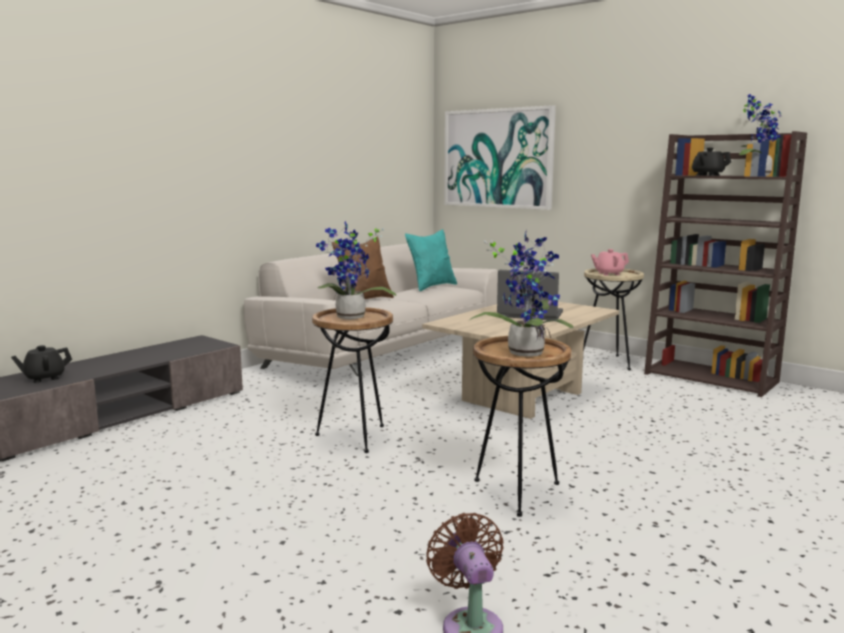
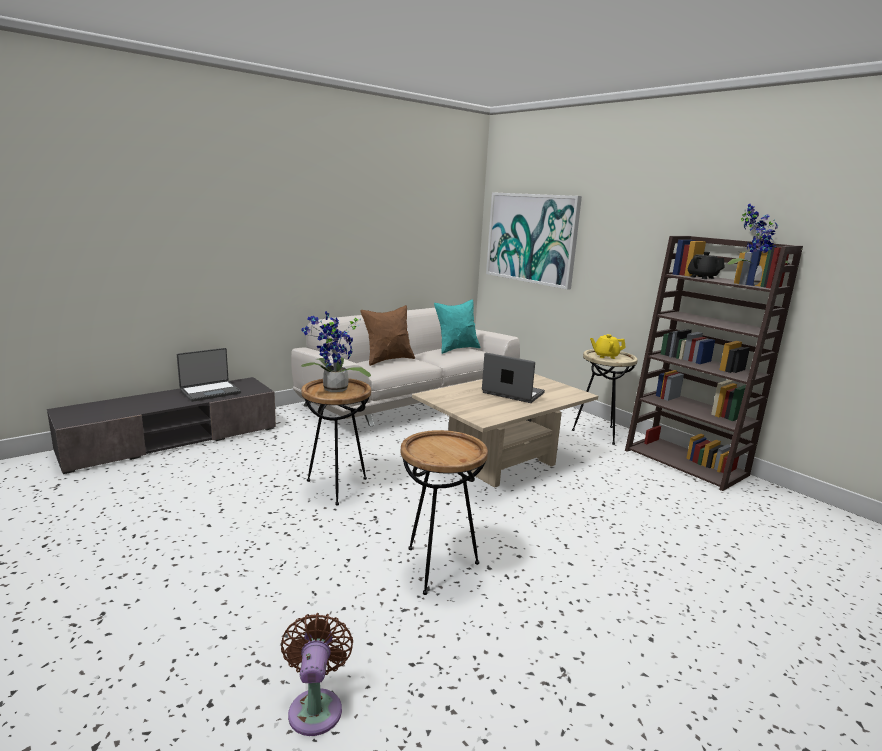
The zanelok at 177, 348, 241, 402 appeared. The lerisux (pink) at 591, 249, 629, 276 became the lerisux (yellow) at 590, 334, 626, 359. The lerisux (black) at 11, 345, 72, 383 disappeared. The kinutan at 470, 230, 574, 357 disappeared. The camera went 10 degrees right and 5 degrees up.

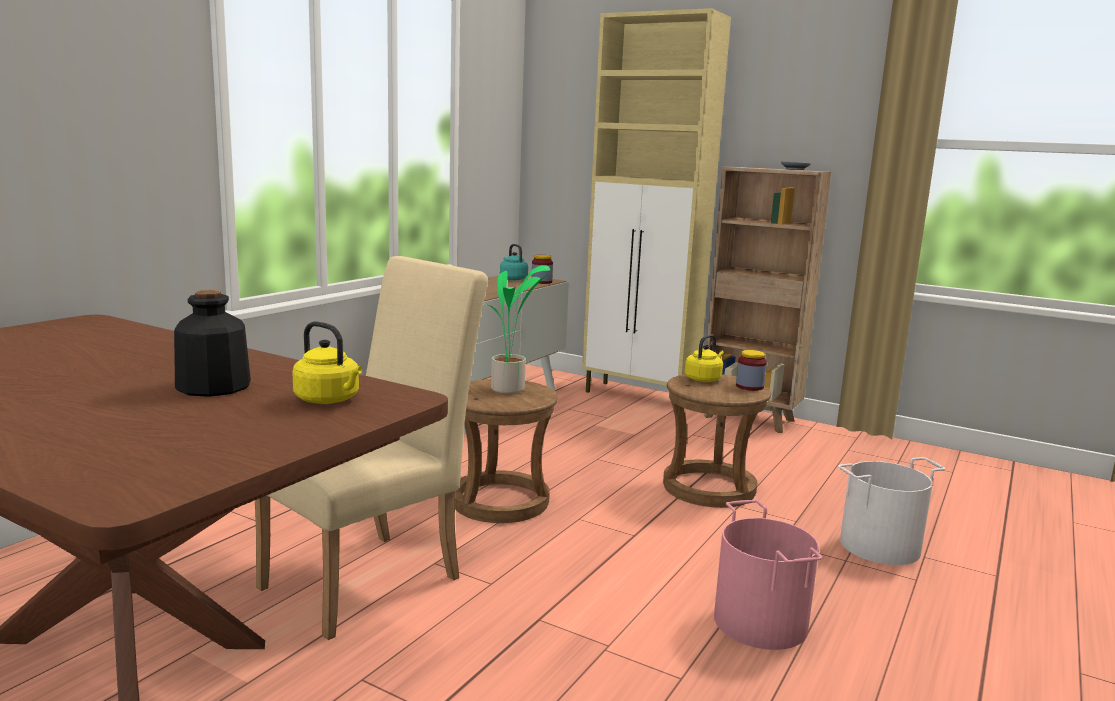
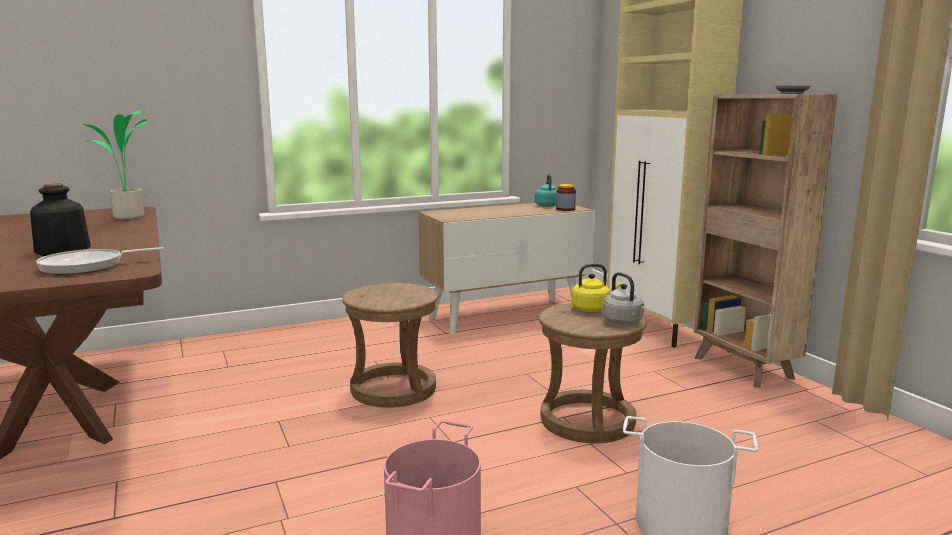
The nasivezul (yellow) at 293, 321, 362, 404 was replaced by the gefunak at 36, 247, 164, 275. The kinutan moved from 483, 265, 550, 394 to 79, 110, 147, 219. The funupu at 736, 350, 767, 391 was replaced by the nasivezul (grey) at 602, 272, 644, 325. The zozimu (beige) at 255, 256, 488, 640 disappeared. The camera went 35 degrees right and 0 degrees up.

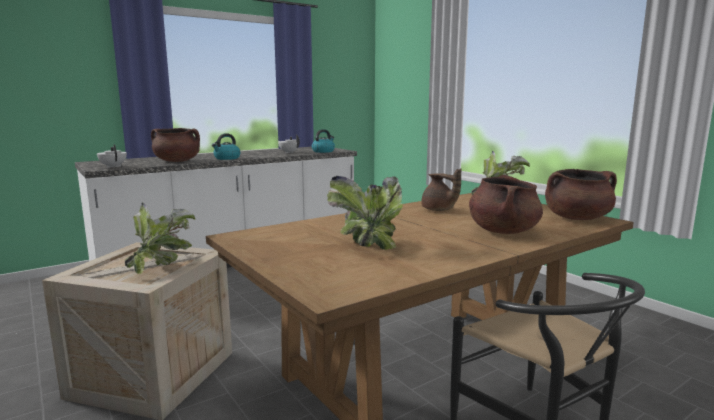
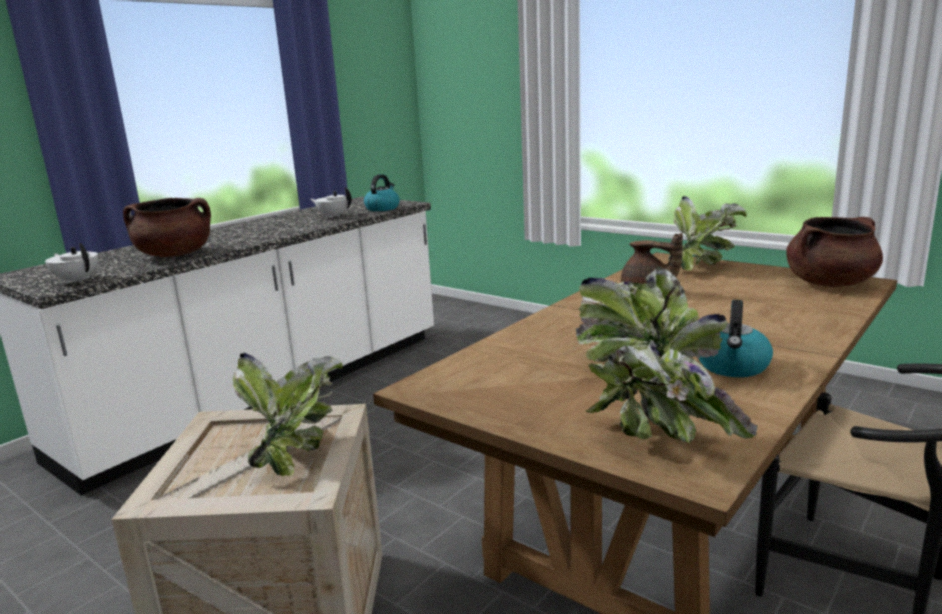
The kinutan at 585, 313, 758, 443 appeared. The nasivezul moved from 212, 133, 240, 160 to 698, 300, 773, 377. The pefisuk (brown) at 469, 175, 543, 234 disappeared. The camera went 15 degrees left and 5 degrees up.

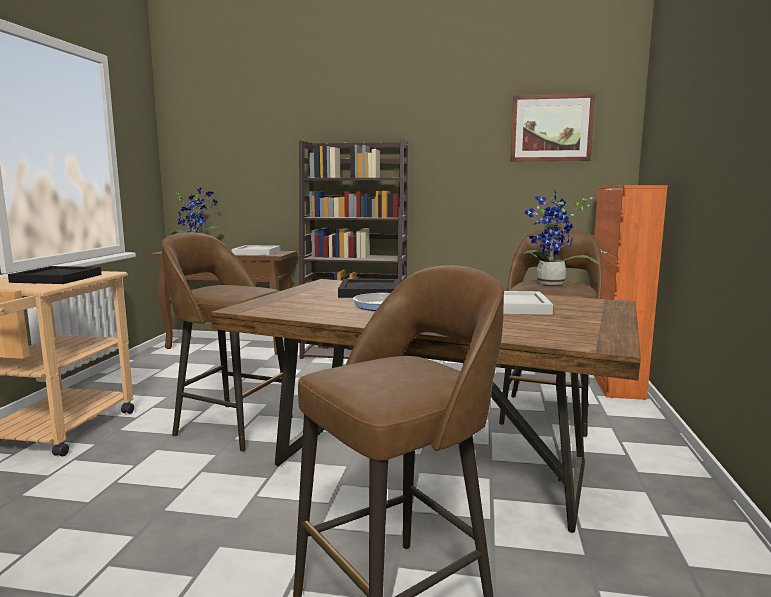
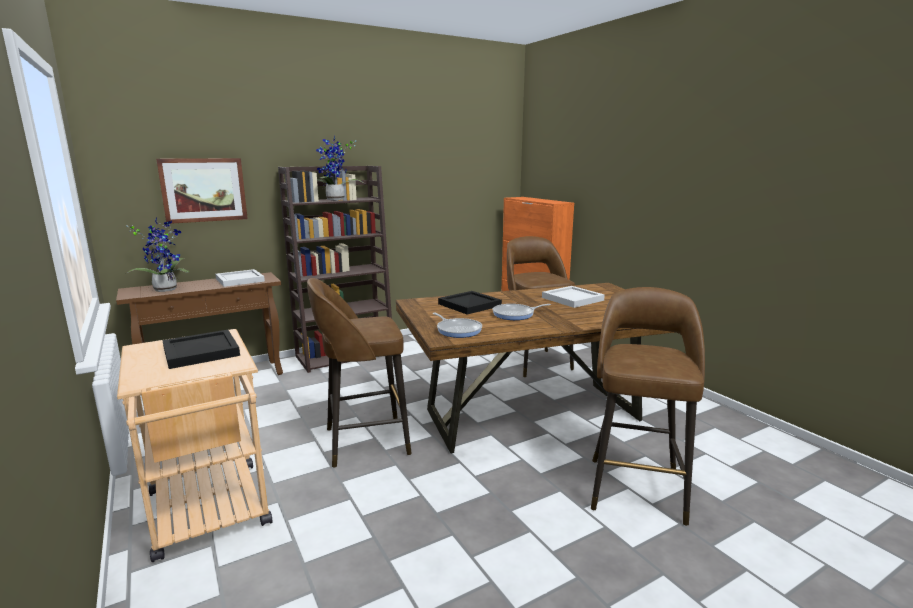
The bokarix moved from 510, 93, 596, 162 to 156, 158, 248, 224. The kinutan moved from 521, 191, 600, 285 to 316, 136, 362, 200. The gefunak at 433, 312, 482, 338 appeared. The camera went 40 degrees left and 5 degrees up.

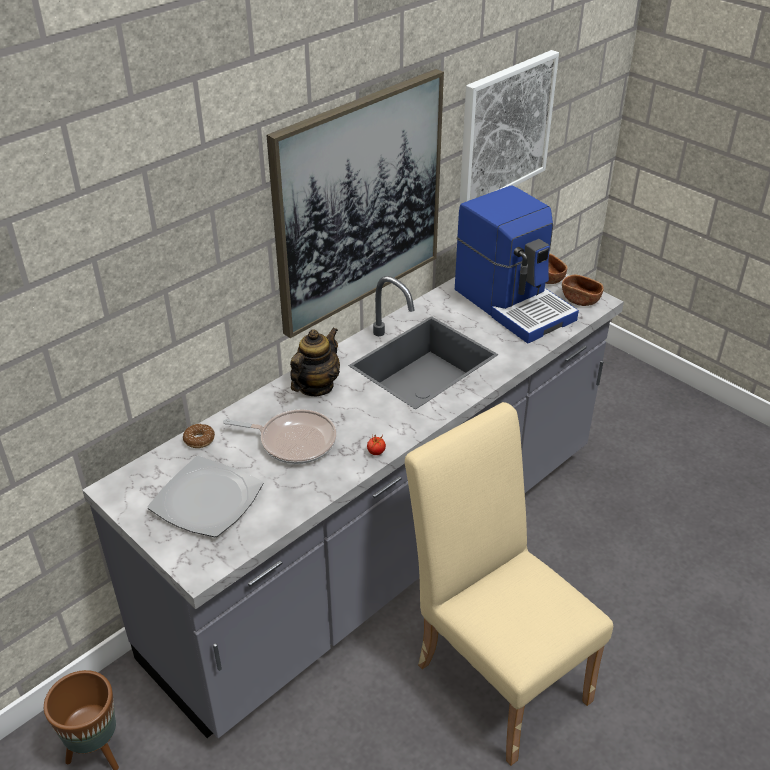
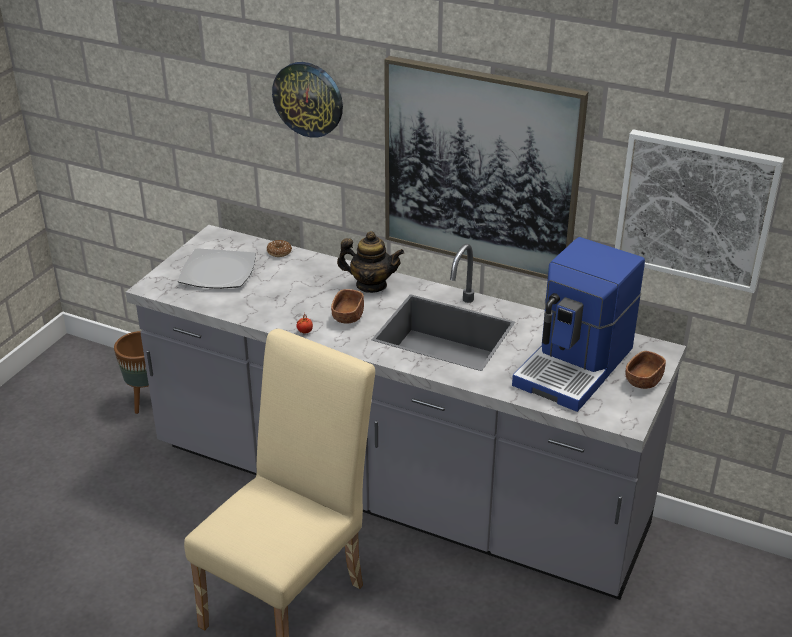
The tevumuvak at 272, 62, 343, 138 appeared. The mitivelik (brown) moved from 562, 275, 604, 306 to 331, 289, 364, 323. The gefunak at 223, 409, 336, 464 disappeared. The camera went 70 degrees right and 5 degrees down.

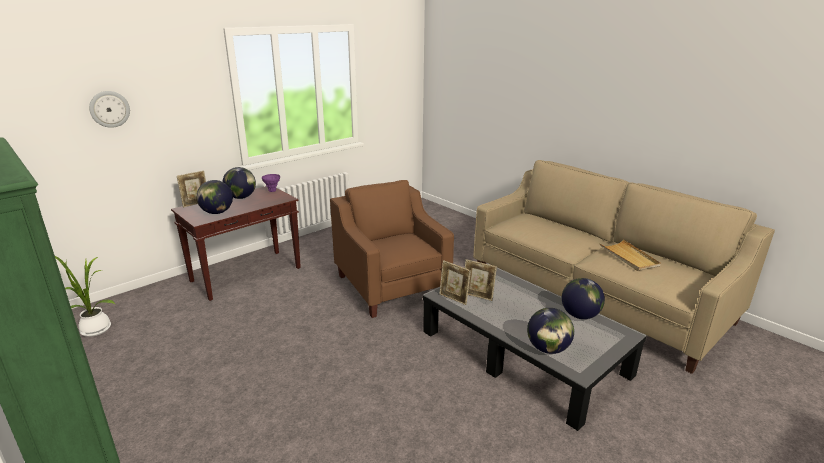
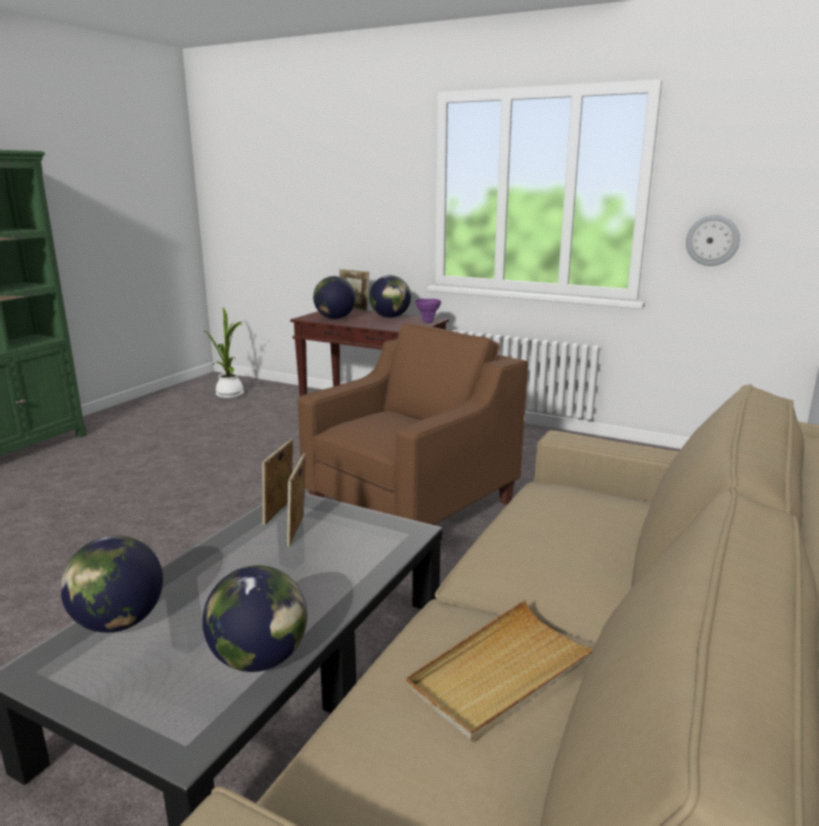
The tevumuvak moved from 89, 91, 130, 128 to 686, 215, 740, 266. The camera went 70 degrees right and 5 degrees down.

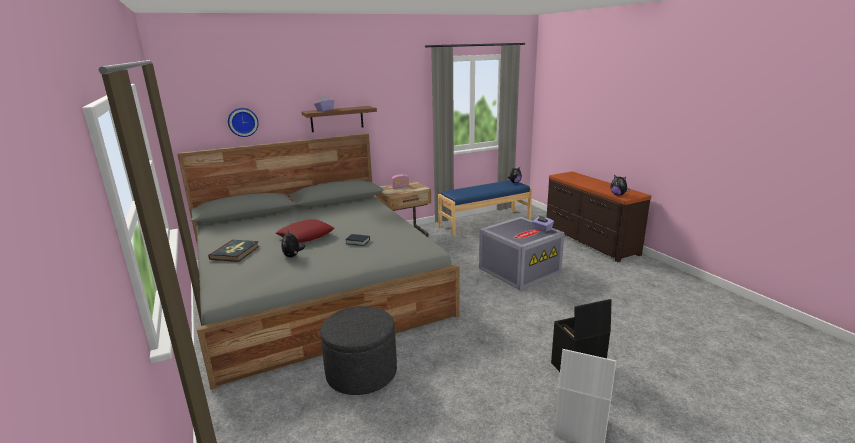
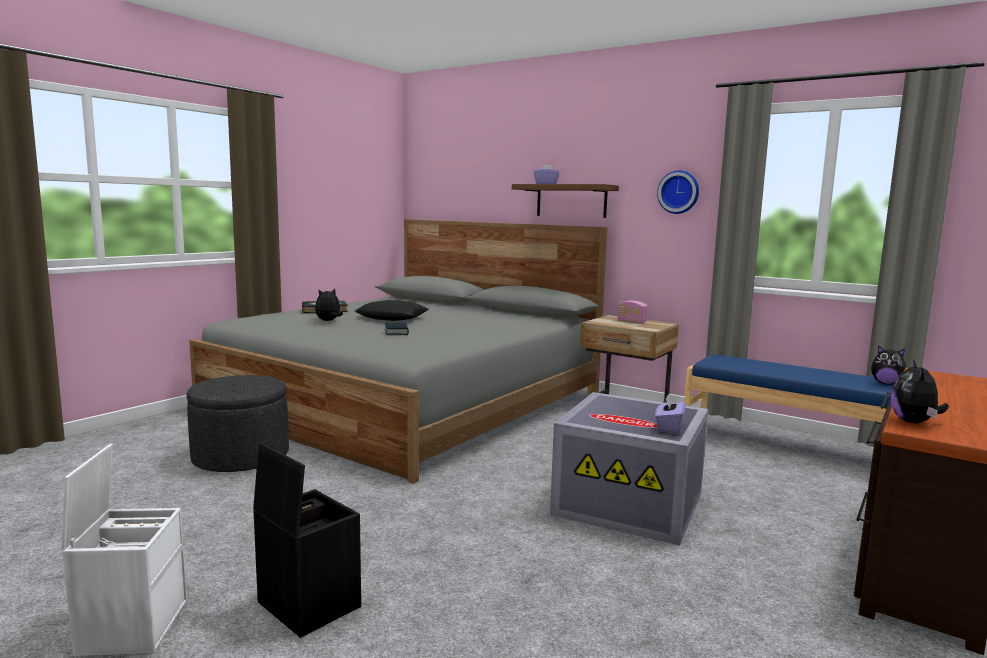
The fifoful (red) at 276, 219, 334, 243 became the fifoful (black) at 355, 300, 429, 321. The tevumuvak moved from 228, 108, 258, 137 to 657, 170, 699, 214. The camera went 60 degrees right and 10 degrees down.

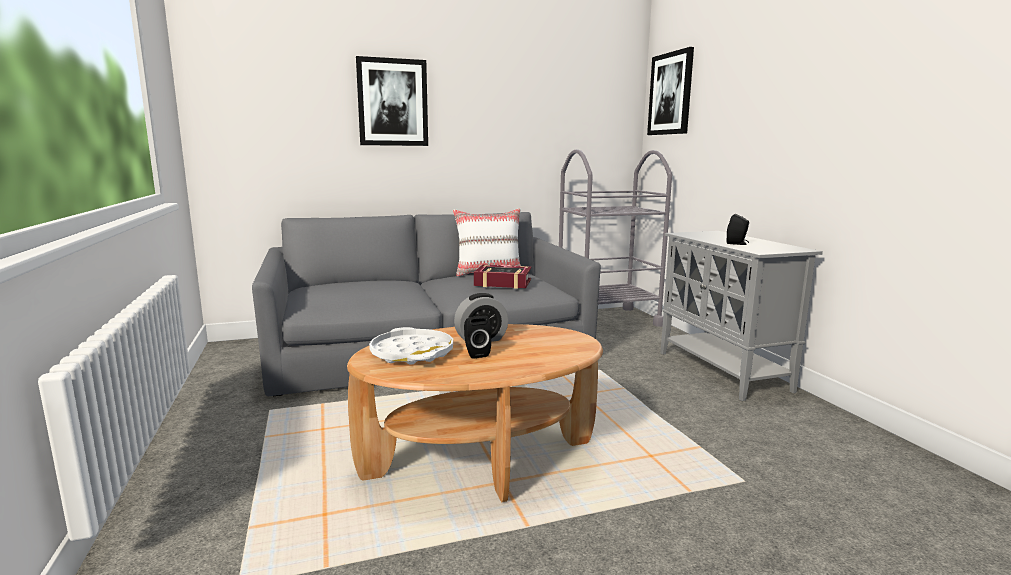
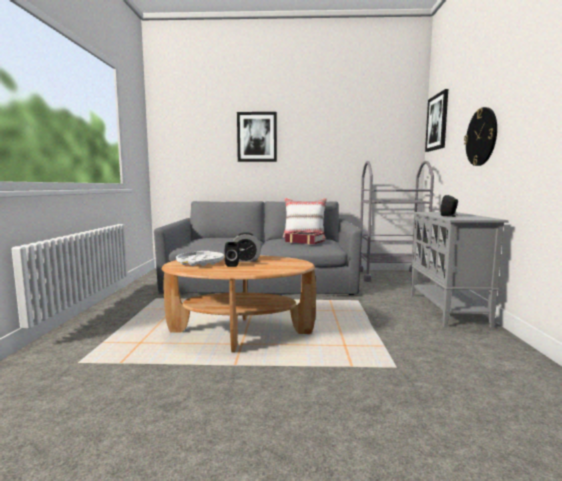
The tevumuvak at 464, 107, 497, 166 appeared. The camera went 20 degrees right and 5 degrees down.

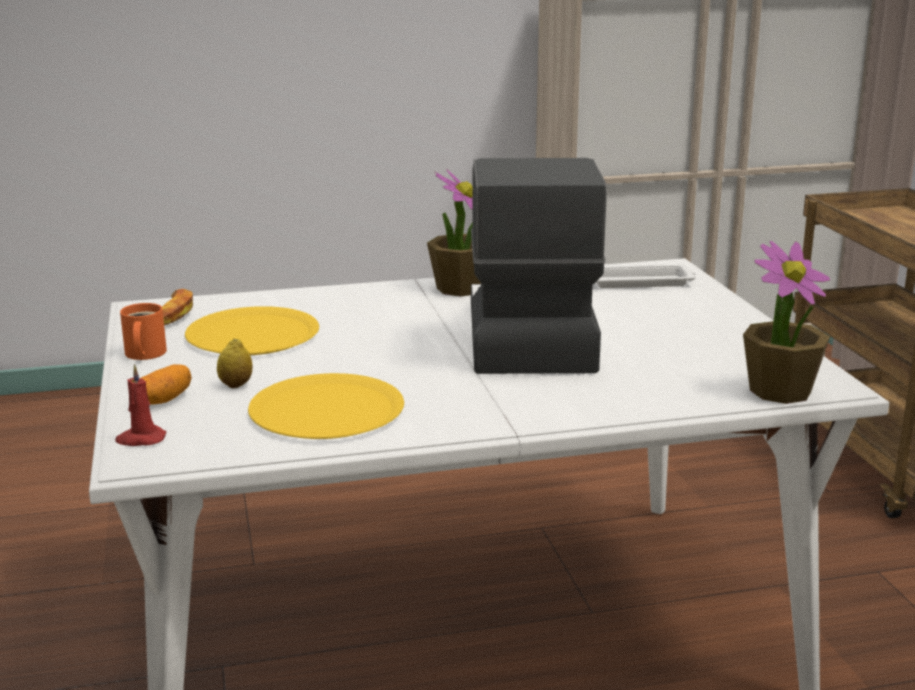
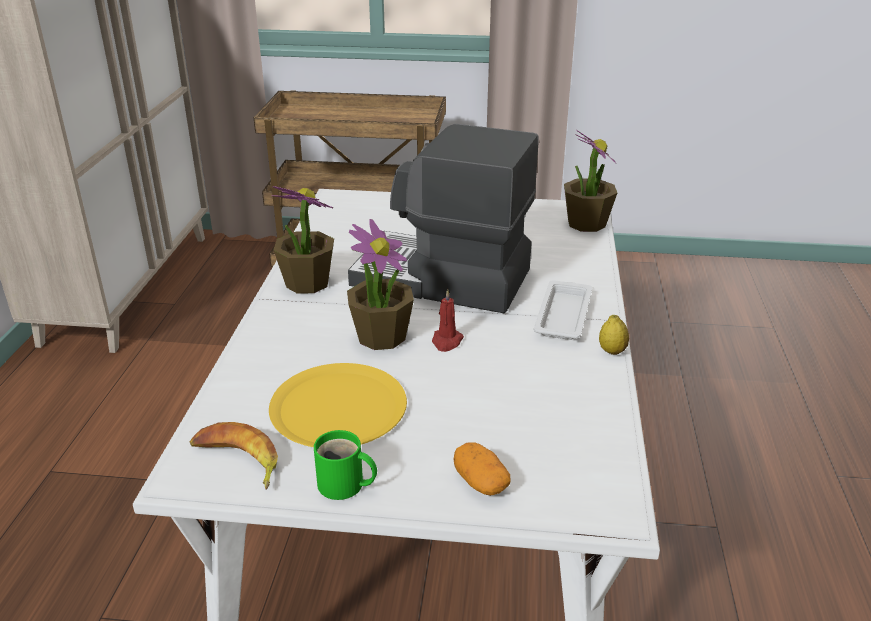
The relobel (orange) at 120, 303, 167, 360 became the relobel (green) at 314, 430, 377, 500. The kinutan at 347, 219, 414, 350 appeared. The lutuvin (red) moved from 115, 364, 166, 446 to 432, 289, 464, 352. The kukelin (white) moved from 595, 264, 696, 288 to 533, 280, 592, 340. The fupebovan moved from 217, 338, 253, 388 to 599, 315, 629, 355. The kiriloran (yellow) at 248, 373, 404, 439 disappeared. The camera went 70 degrees left and 10 degrees up.

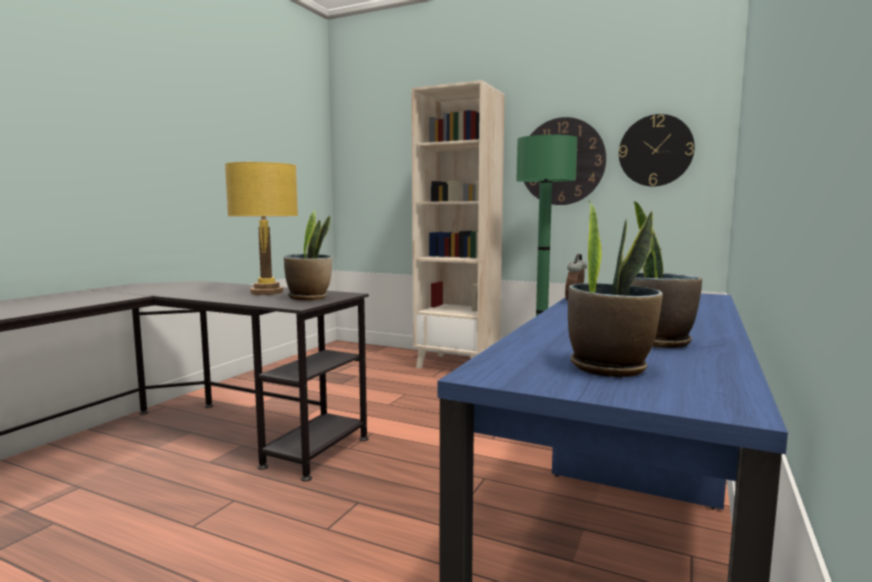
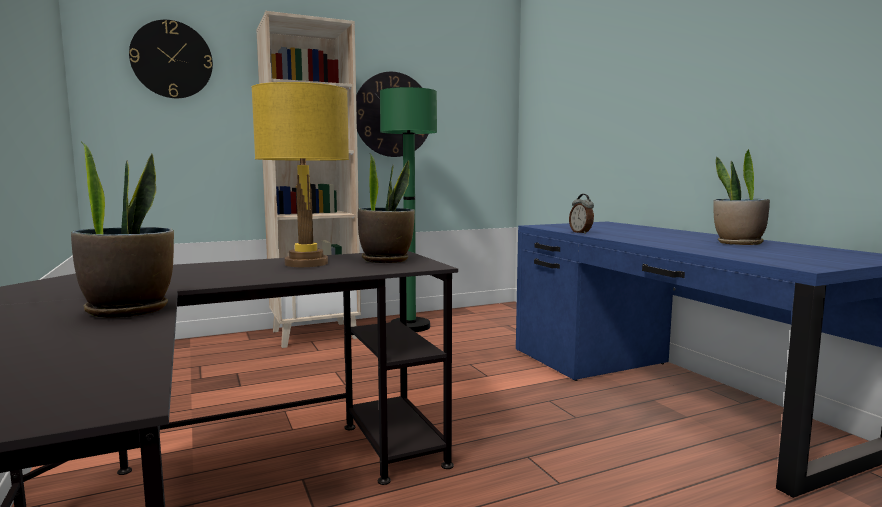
The kinutan moved from 568, 201, 663, 377 to 71, 141, 174, 318. The tevumuvak moved from 619, 114, 695, 187 to 129, 20, 213, 98. The camera went 50 degrees left and 0 degrees up.

